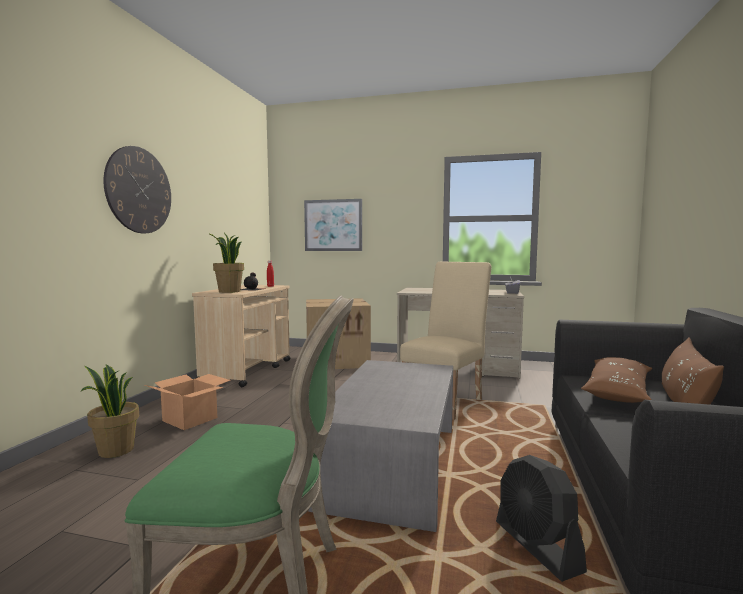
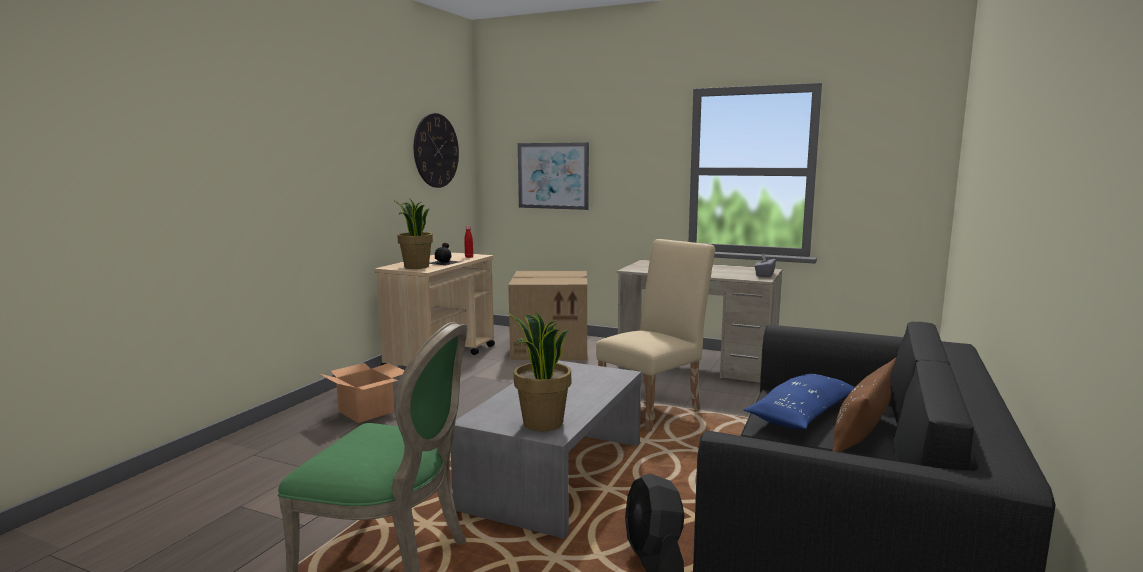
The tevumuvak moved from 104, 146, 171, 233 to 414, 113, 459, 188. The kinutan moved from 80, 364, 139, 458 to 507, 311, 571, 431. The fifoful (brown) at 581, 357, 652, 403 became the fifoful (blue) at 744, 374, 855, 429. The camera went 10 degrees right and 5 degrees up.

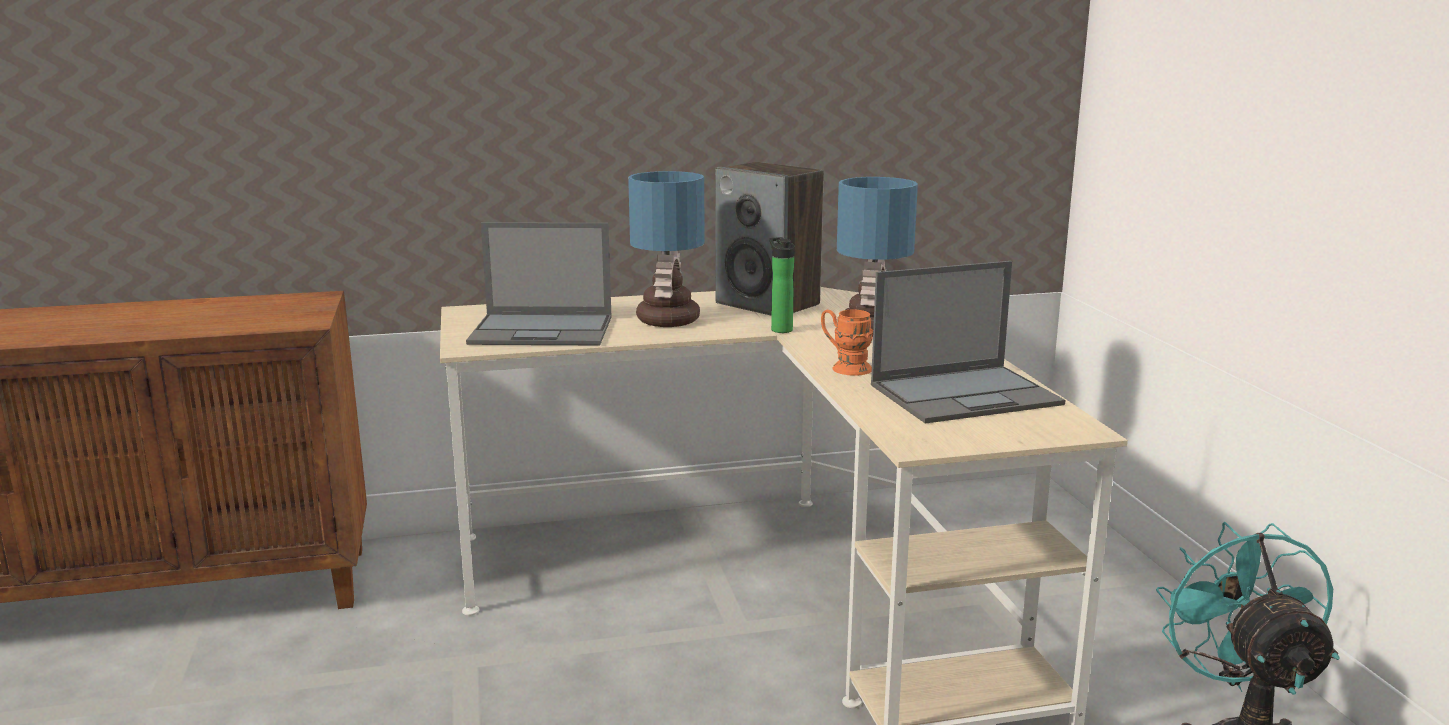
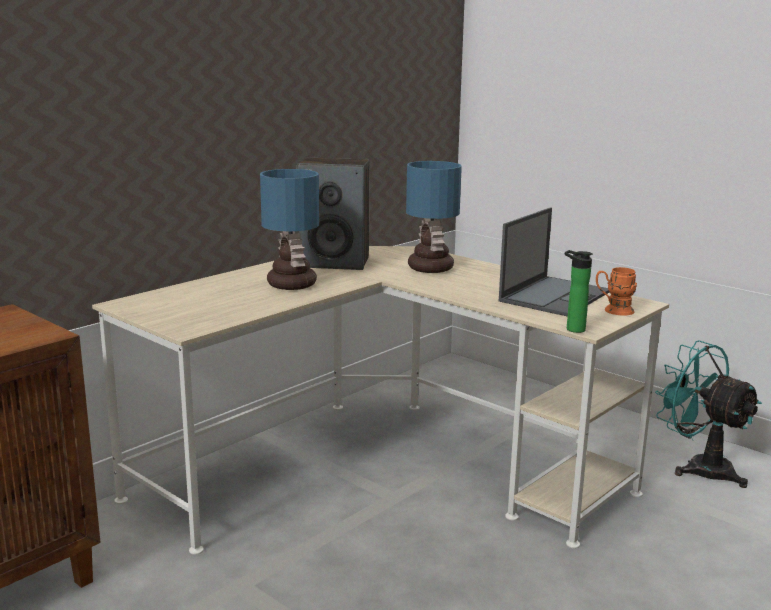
The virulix moved from 769, 237, 794, 333 to 565, 250, 593, 333. The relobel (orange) moved from 821, 310, 873, 376 to 596, 267, 637, 316. The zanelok at 466, 222, 612, 345 disappeared. The camera went 35 degrees left and 0 degrees up.

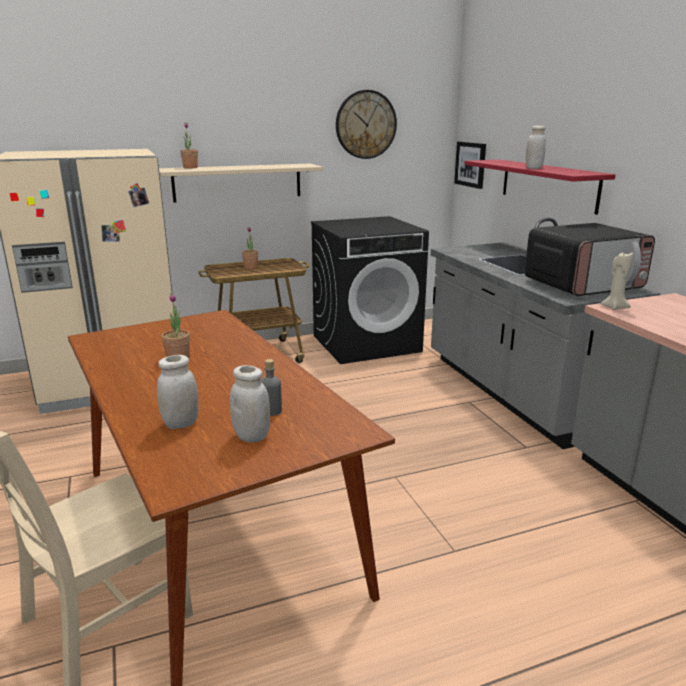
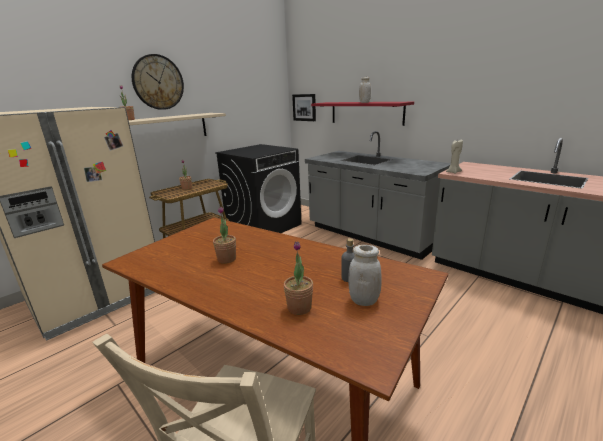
The tevumuvak moved from 336, 90, 397, 159 to 132, 54, 184, 110. The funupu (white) at 157, 355, 199, 429 was replaced by the kinutan at 284, 241, 313, 315. The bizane at 525, 223, 655, 296 disappeared. The camera went 25 degrees left and 0 degrees up.

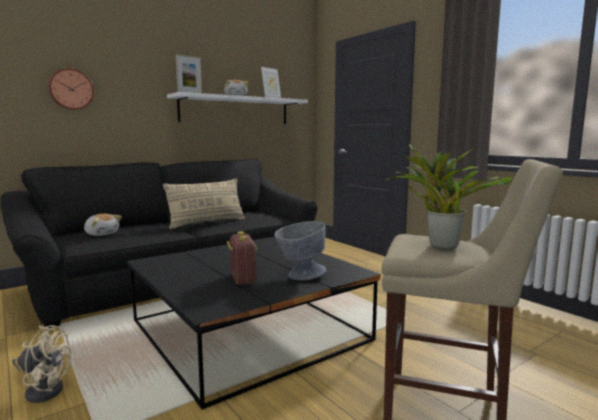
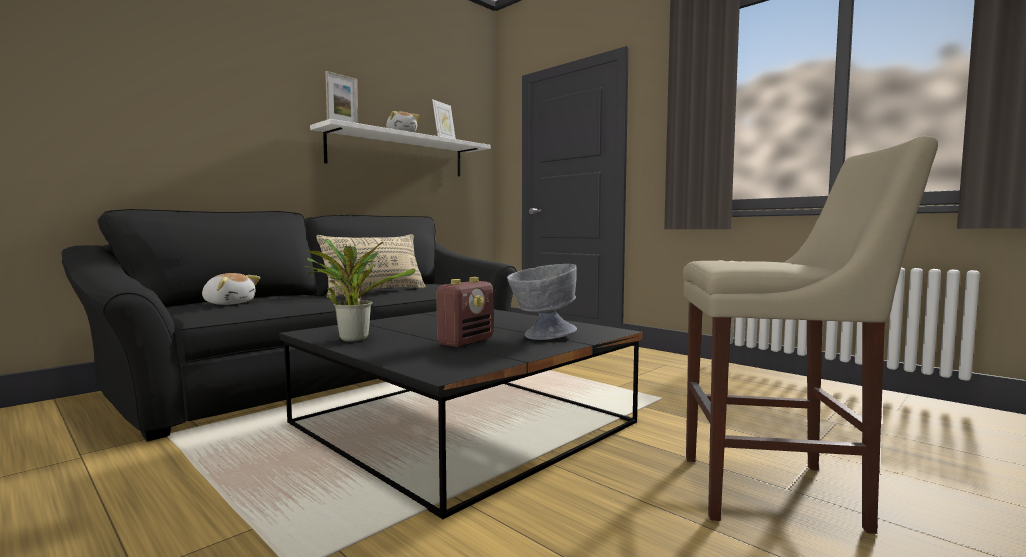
The kinutan moved from 386, 144, 513, 250 to 305, 239, 415, 342. The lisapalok at 227, 232, 257, 285 turned 60 degrees clockwise. The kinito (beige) at 12, 326, 72, 403 disappeared. The tevumuvak at 48, 68, 94, 110 disappeared. The camera went 10 degrees left and 5 degrees down.

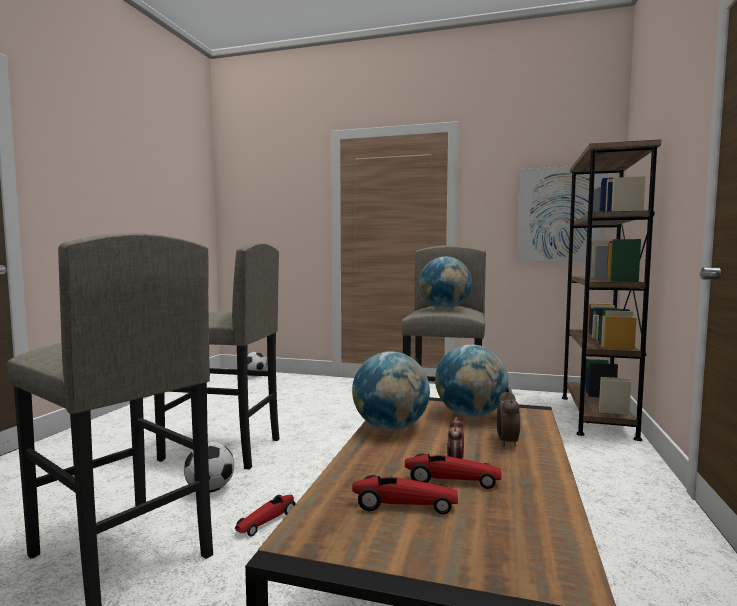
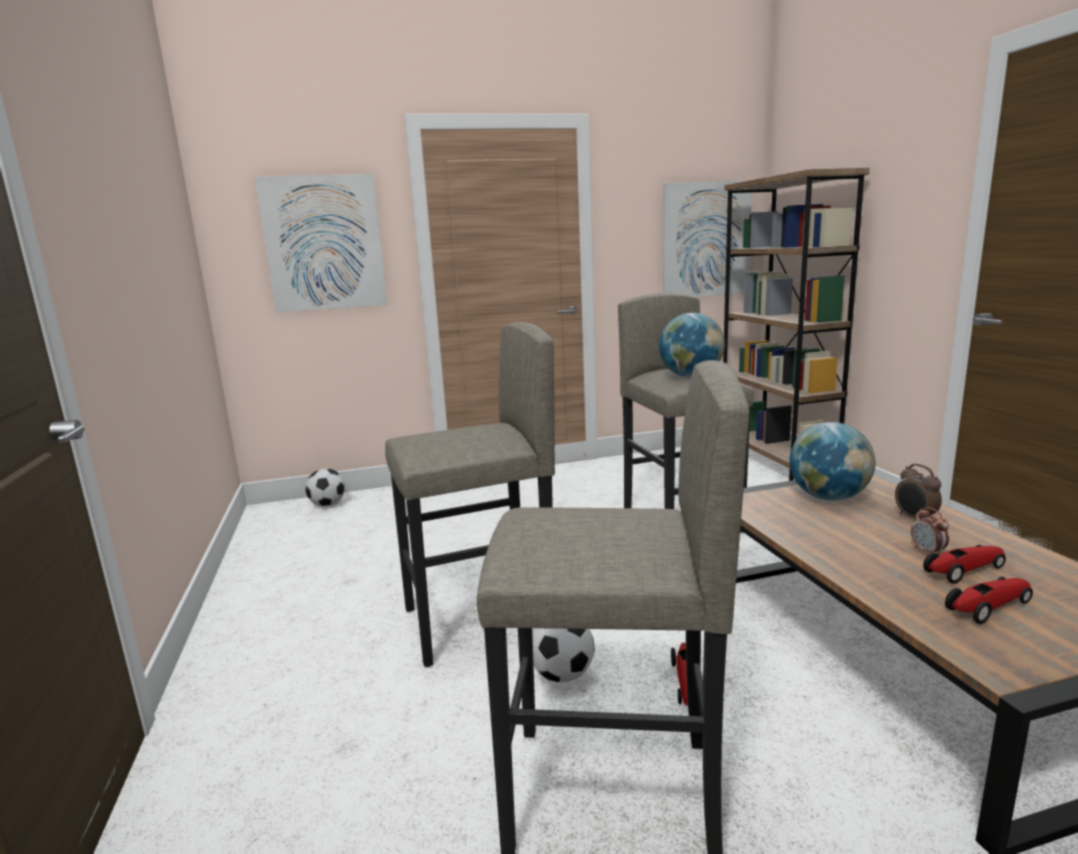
The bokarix at 255, 174, 387, 312 appeared. The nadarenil at 352, 351, 430, 430 disappeared. The camera went 30 degrees left and 10 degrees up.

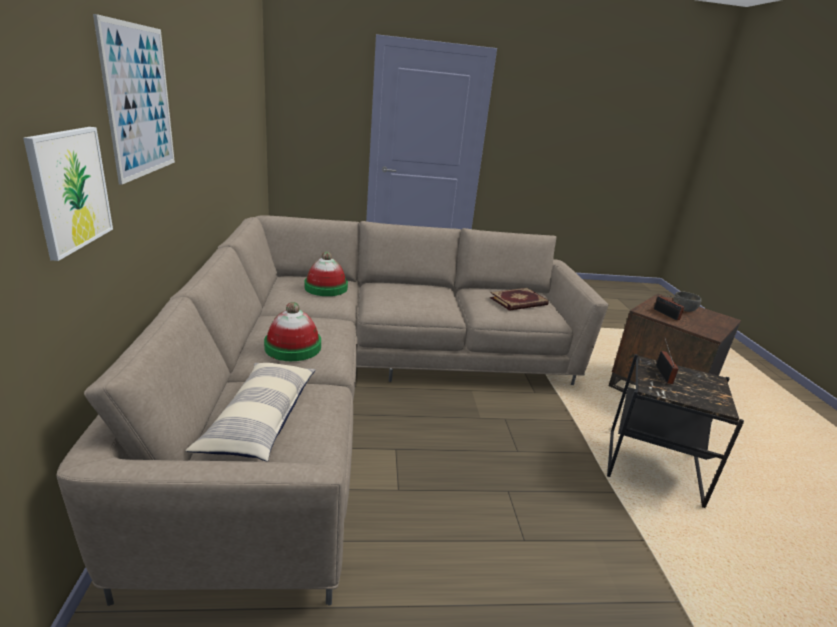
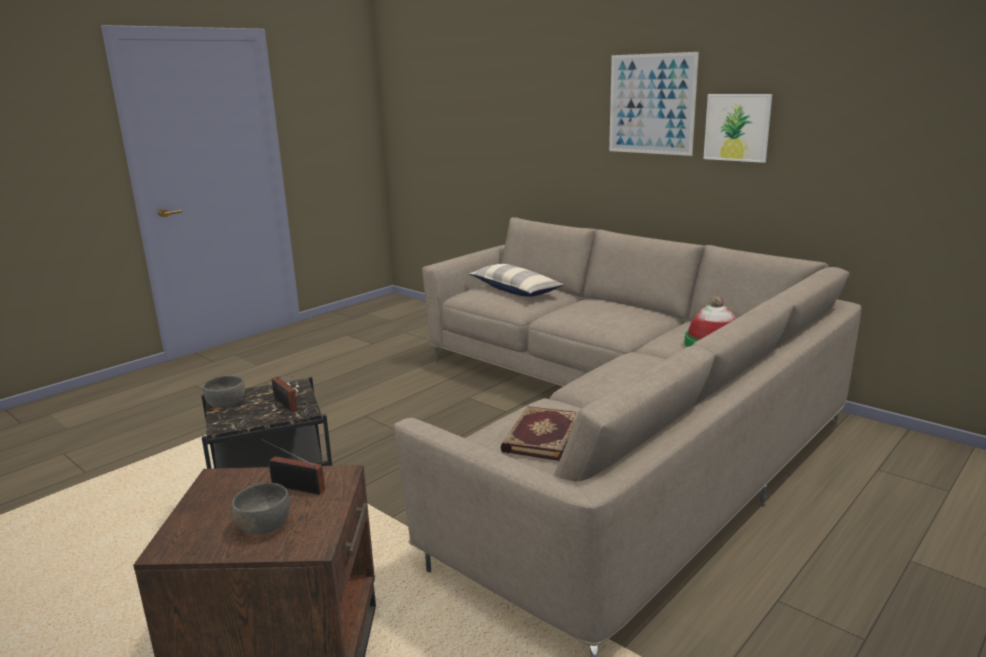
The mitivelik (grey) at 203, 375, 245, 408 appeared. The bokarix moved from 23, 127, 113, 261 to 703, 94, 772, 163. The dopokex at 264, 302, 321, 361 disappeared. The camera went 140 degrees right and 5 degrees down.

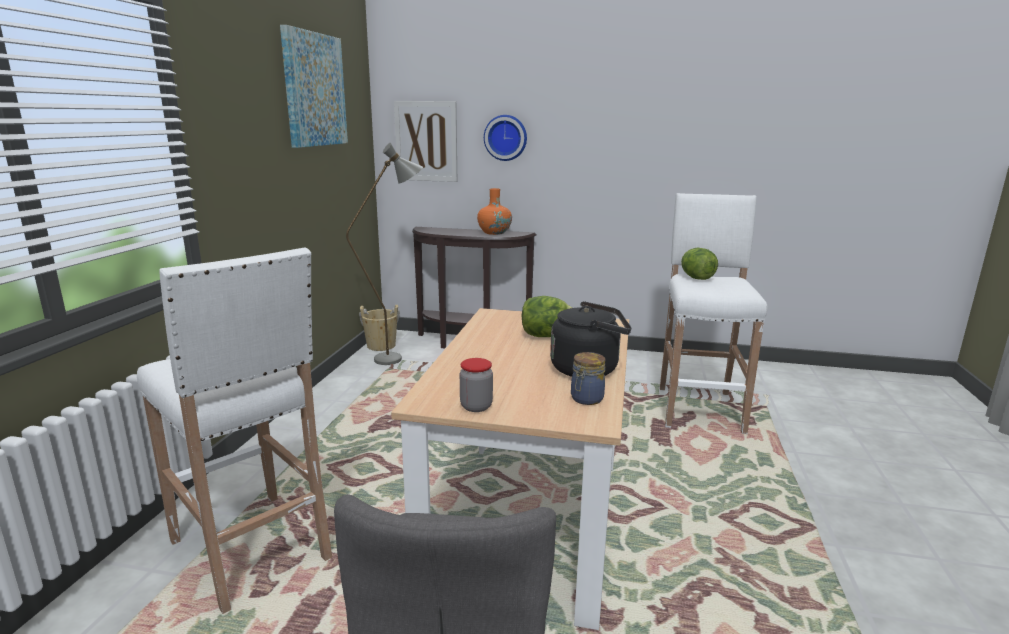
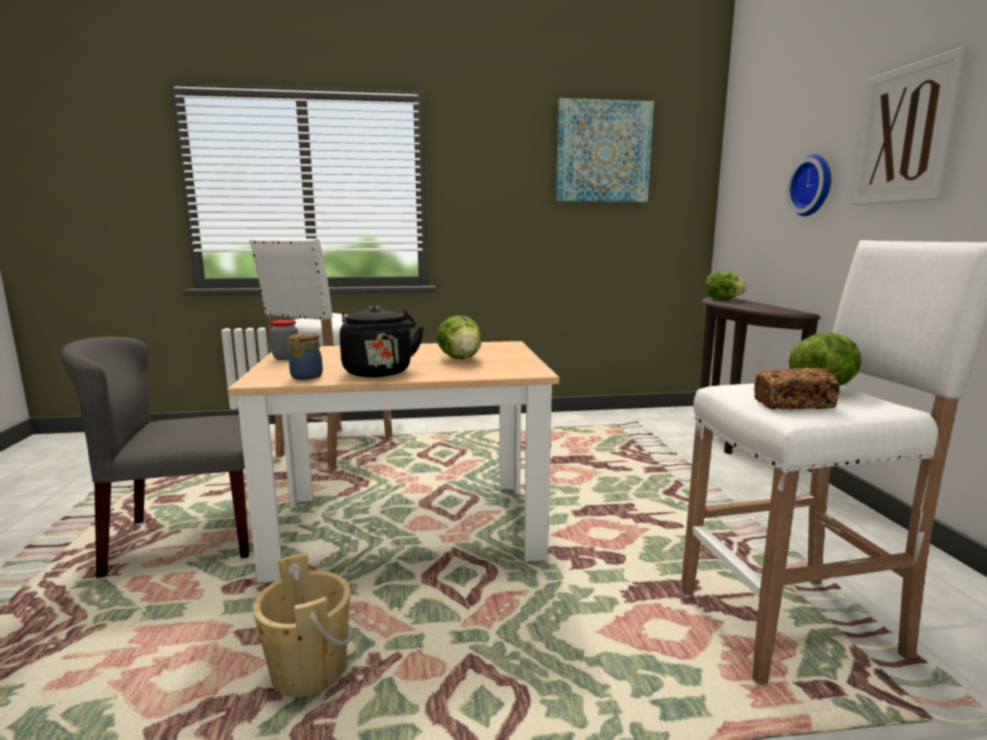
The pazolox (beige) moved from 359, 305, 400, 351 to 253, 553, 352, 697. The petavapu at 706, 271, 747, 300 appeared. The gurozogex at 754, 368, 840, 409 appeared. The bokarix moved from 394, 101, 457, 182 to 852, 46, 968, 205. The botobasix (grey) at 346, 143, 423, 365 disappeared. The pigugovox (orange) at 477, 188, 512, 235 disappeared. The camera went 70 degrees right and 5 degrees down.

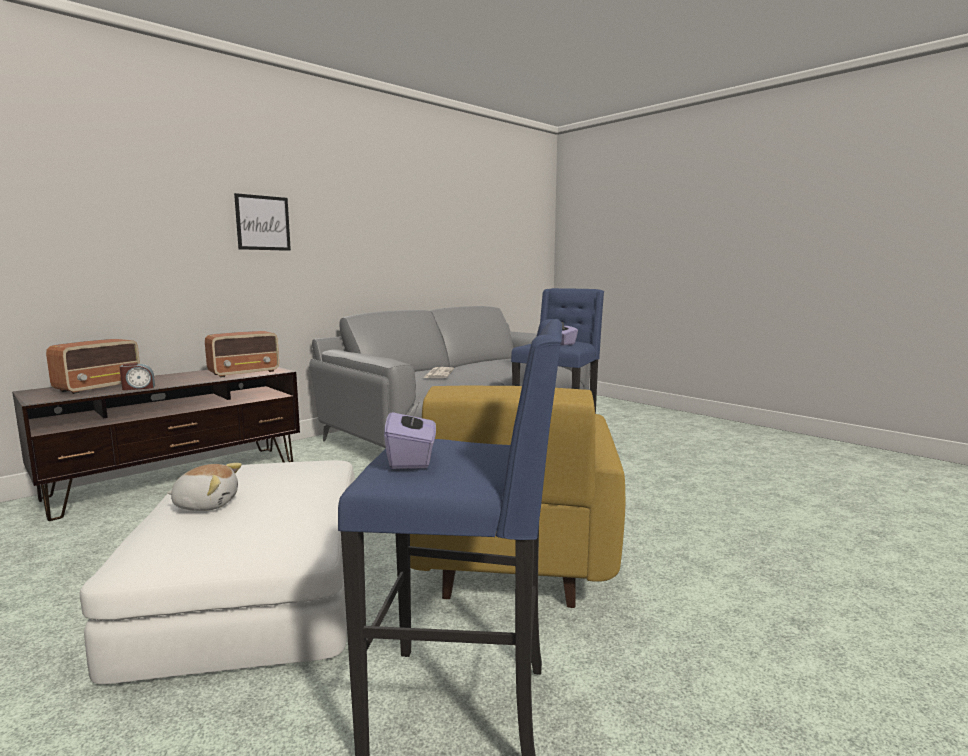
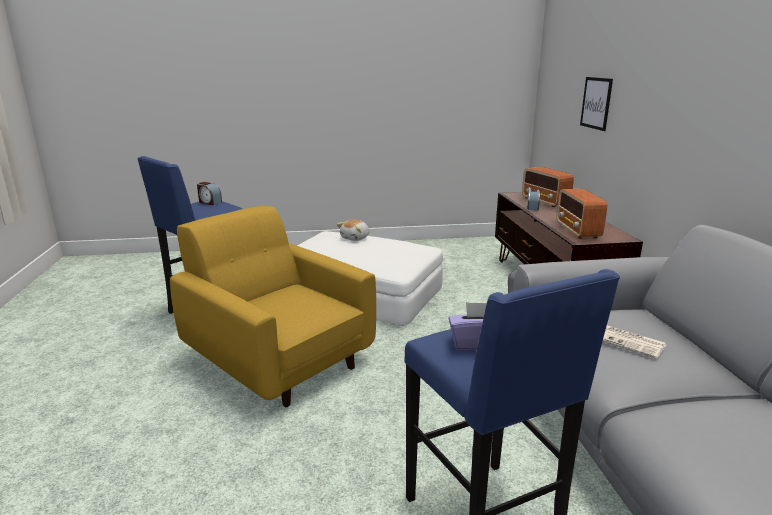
The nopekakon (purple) at 384, 401, 436, 469 was replaced by the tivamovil at 197, 182, 222, 205. The bokarix moved from 234, 193, 291, 251 to 580, 77, 613, 131. The camera went 125 degrees right and 10 degrees up.

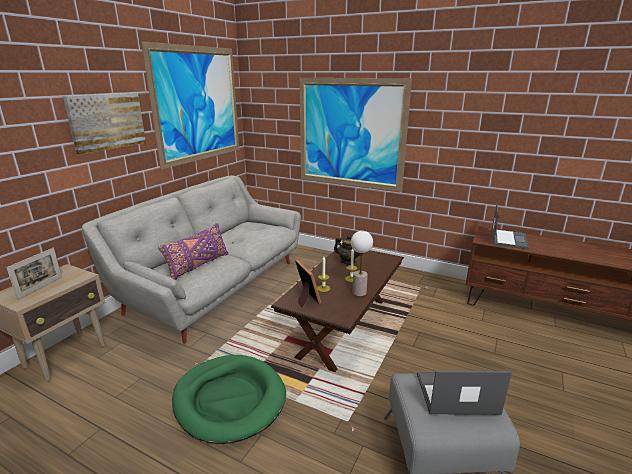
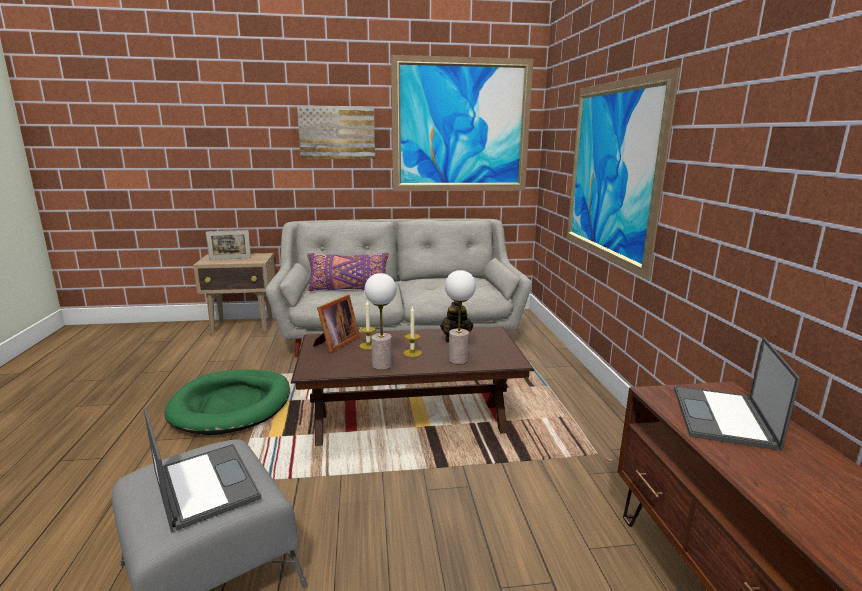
The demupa at 445, 270, 476, 364 appeared. The zanelok at 492, 204, 529, 250 turned 120 degrees clockwise. The camera went 55 degrees right and 5 degrees down.

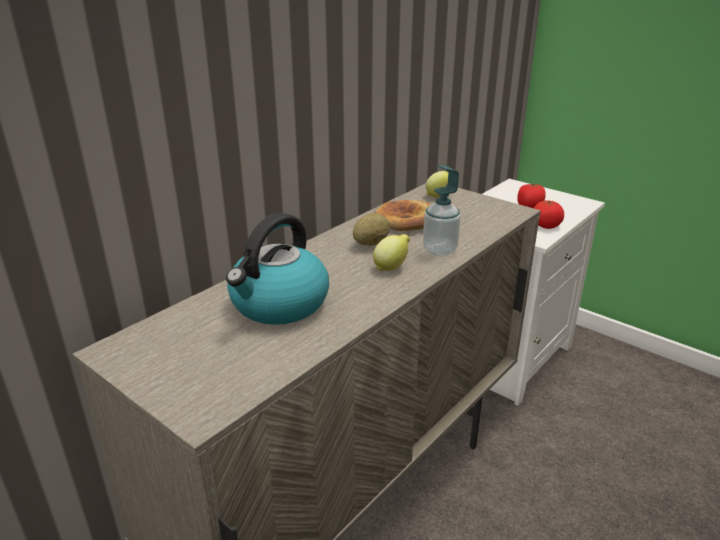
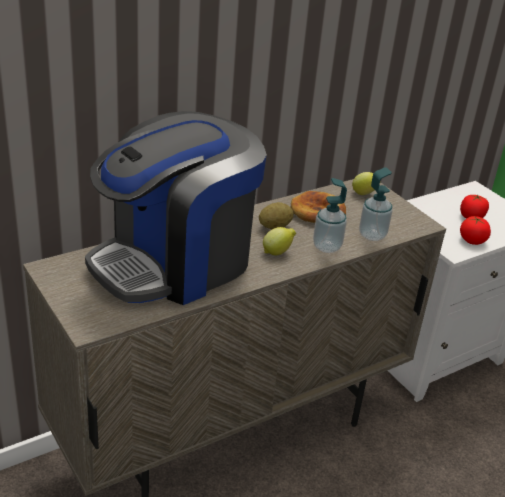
The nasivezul at 226, 213, 329, 325 was replaced by the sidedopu at 85, 111, 267, 305. The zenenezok at 359, 167, 393, 241 appeared. The camera went 15 degrees right and 5 degrees up.

